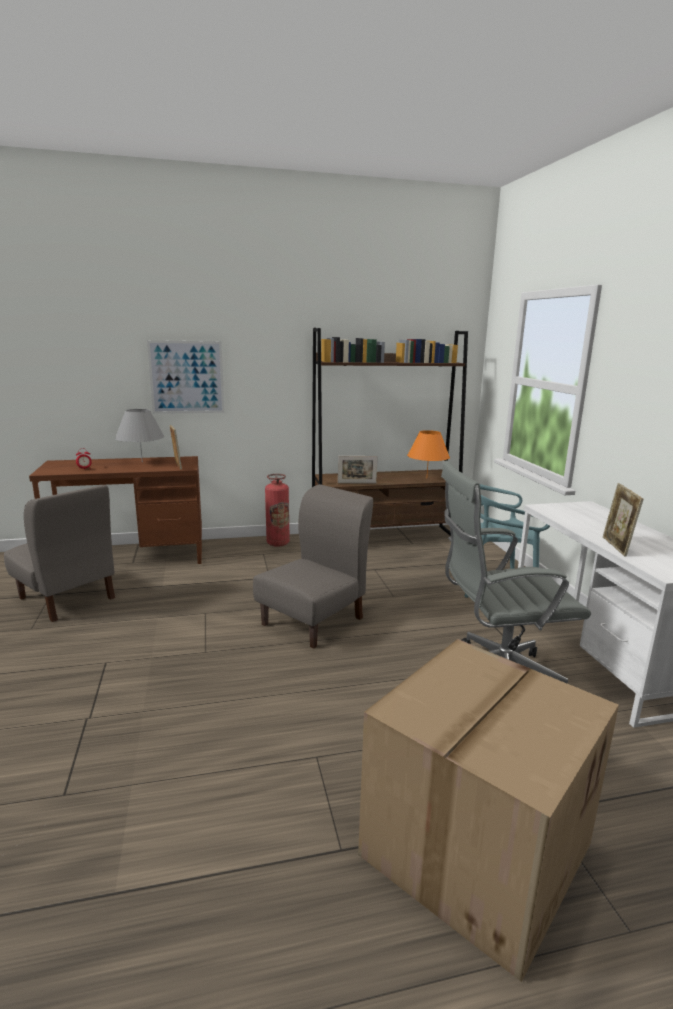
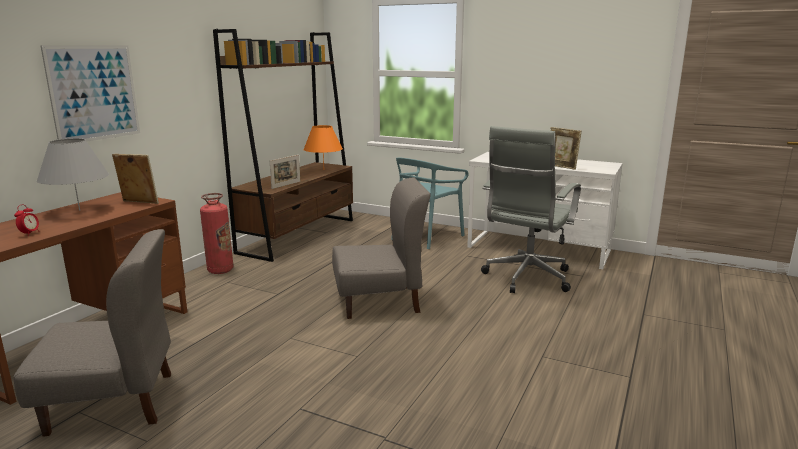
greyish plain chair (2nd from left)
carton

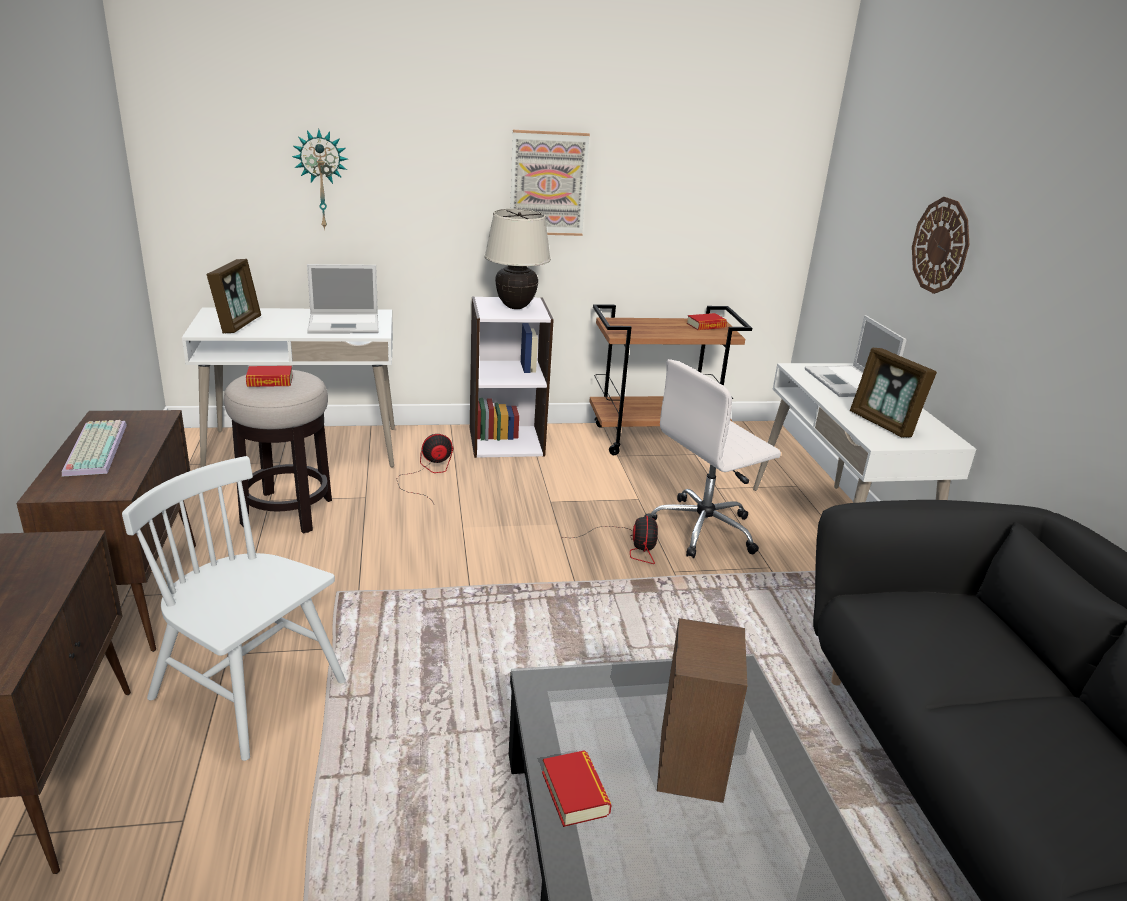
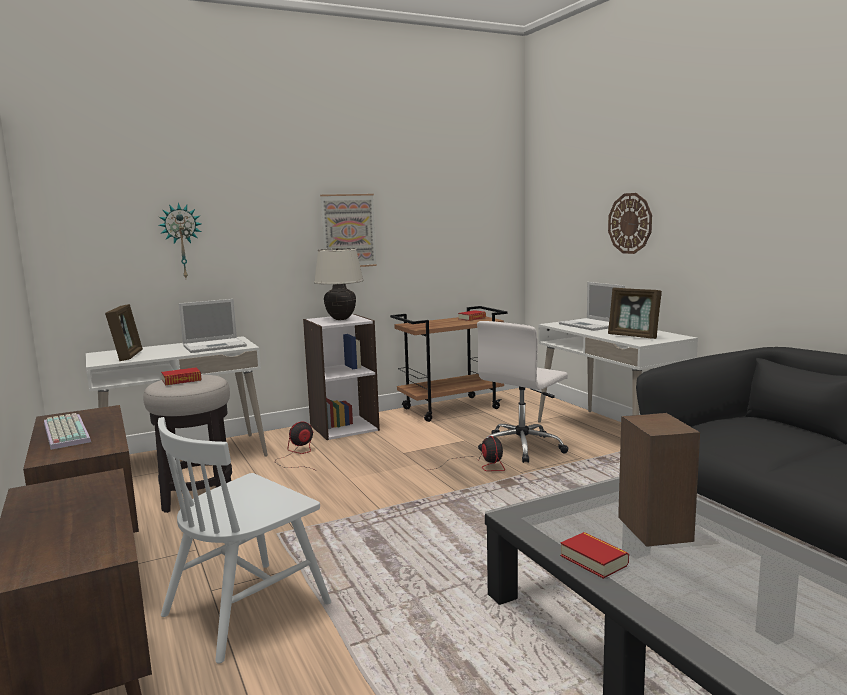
whitish plain chair

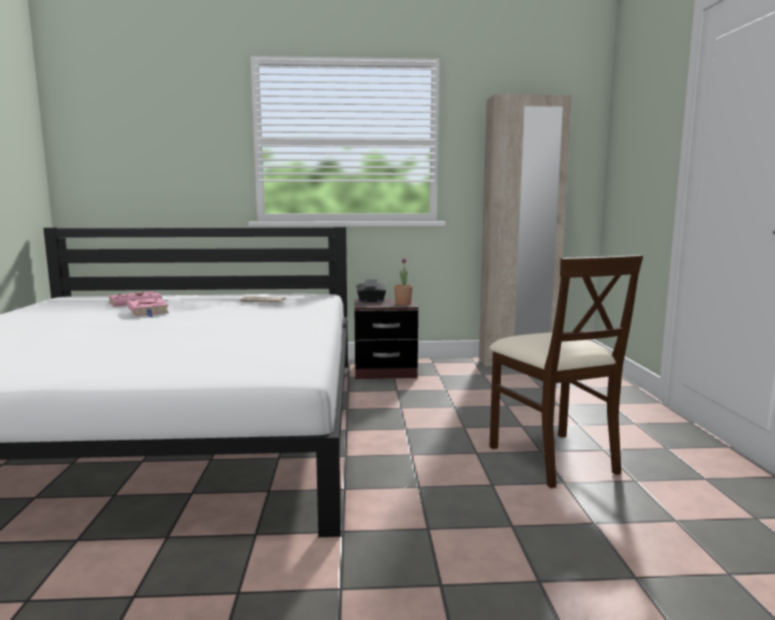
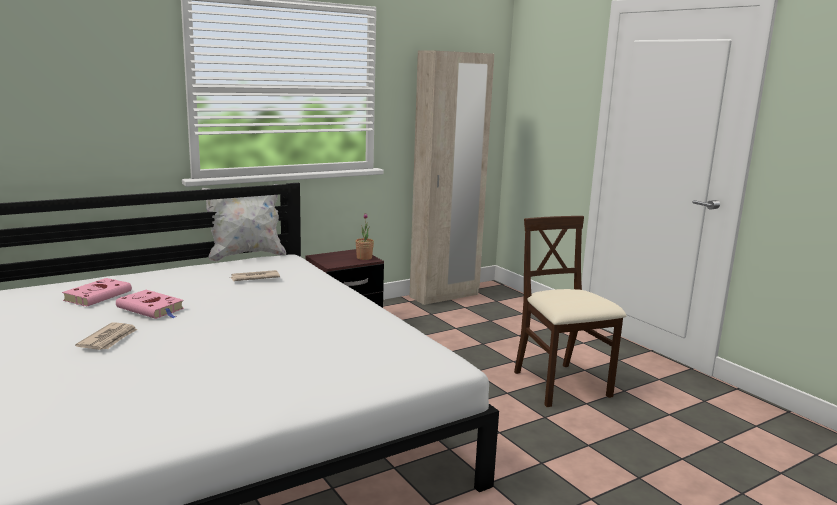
beige plain chair
black-coloured tissue holder
whitish pillow
printed paper (1st from left)

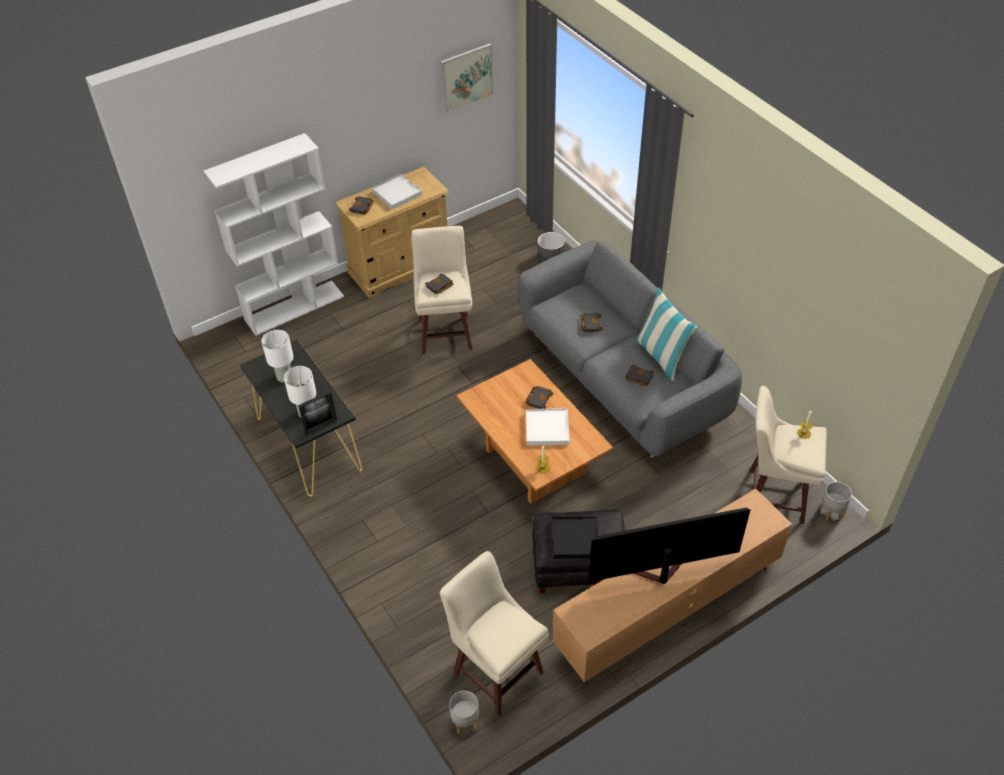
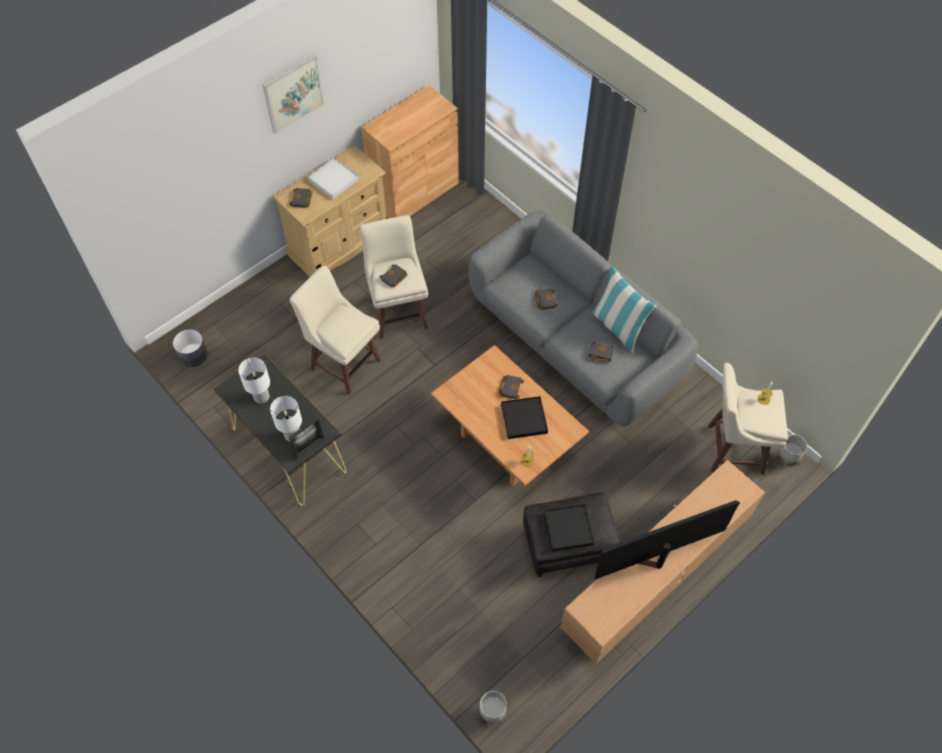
wall picture
whitish bookcase
greyish planter (1st from left)
black-coloured tray (1st from left)
beige stool seat (1st from left)
brownish cupboard

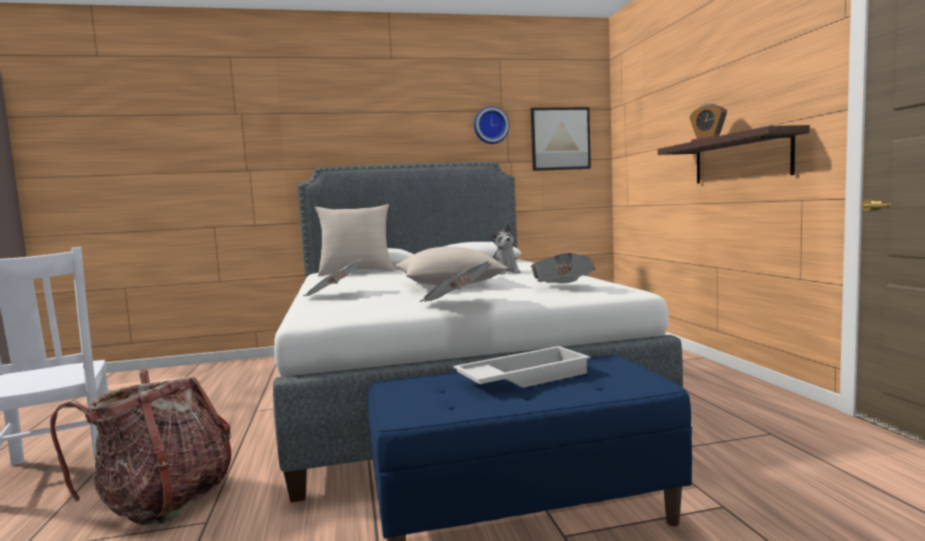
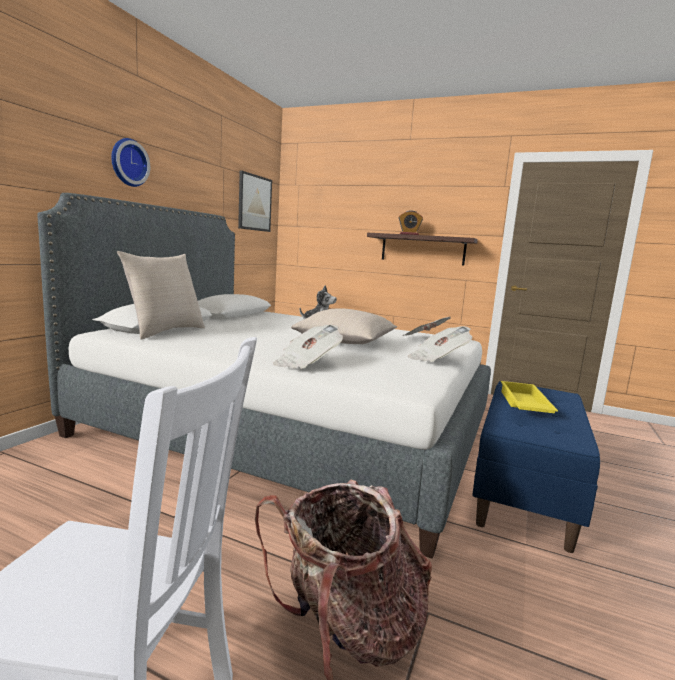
wall clock
yellowish tray

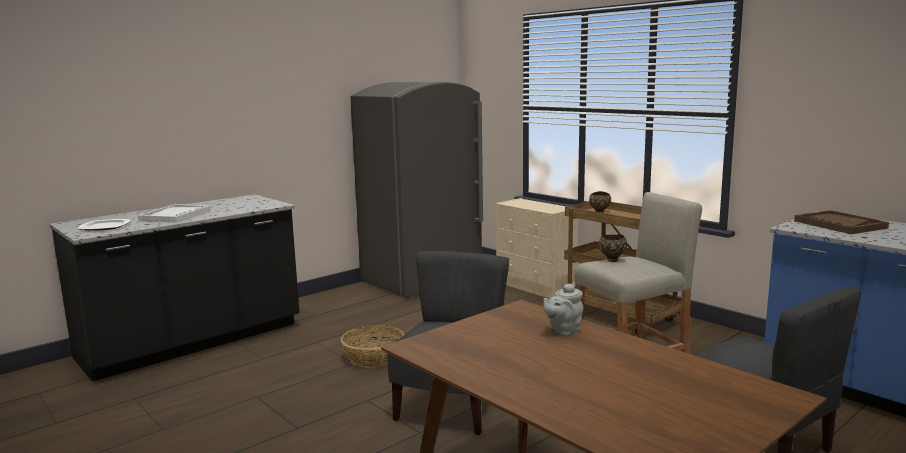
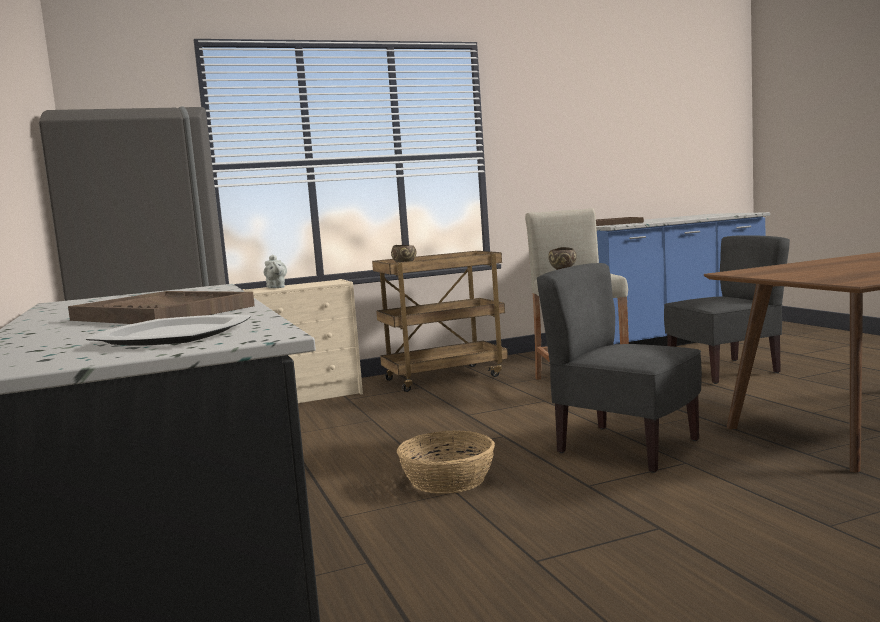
brownish tray (1st from left)
greyish teapot

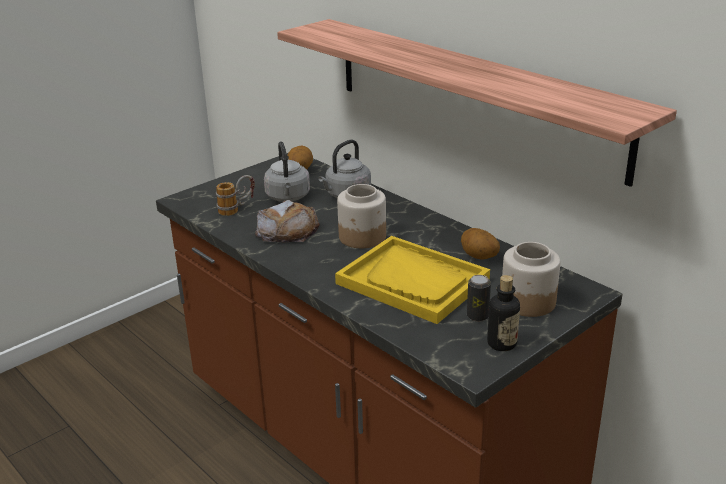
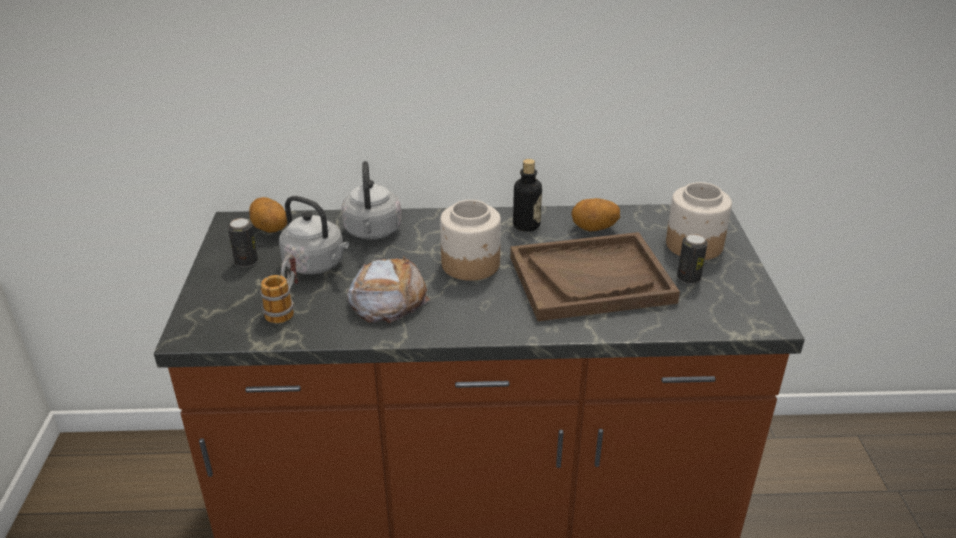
wall shelf
brownish tray
beverage bottle
metal can (1st from left)

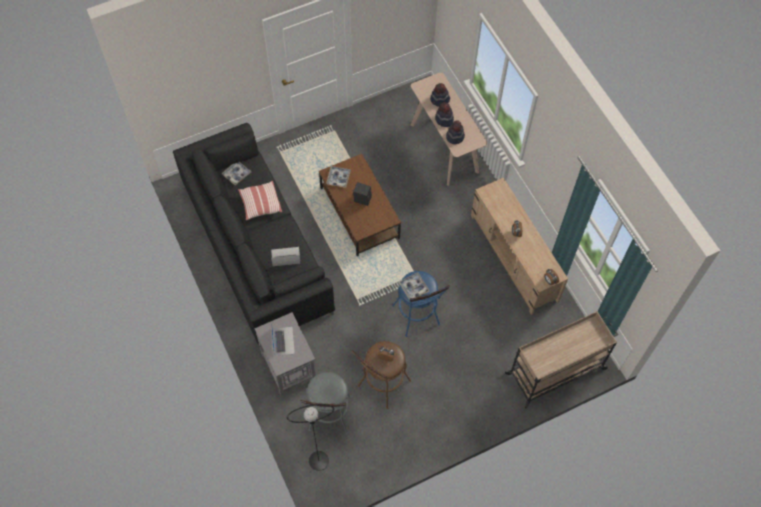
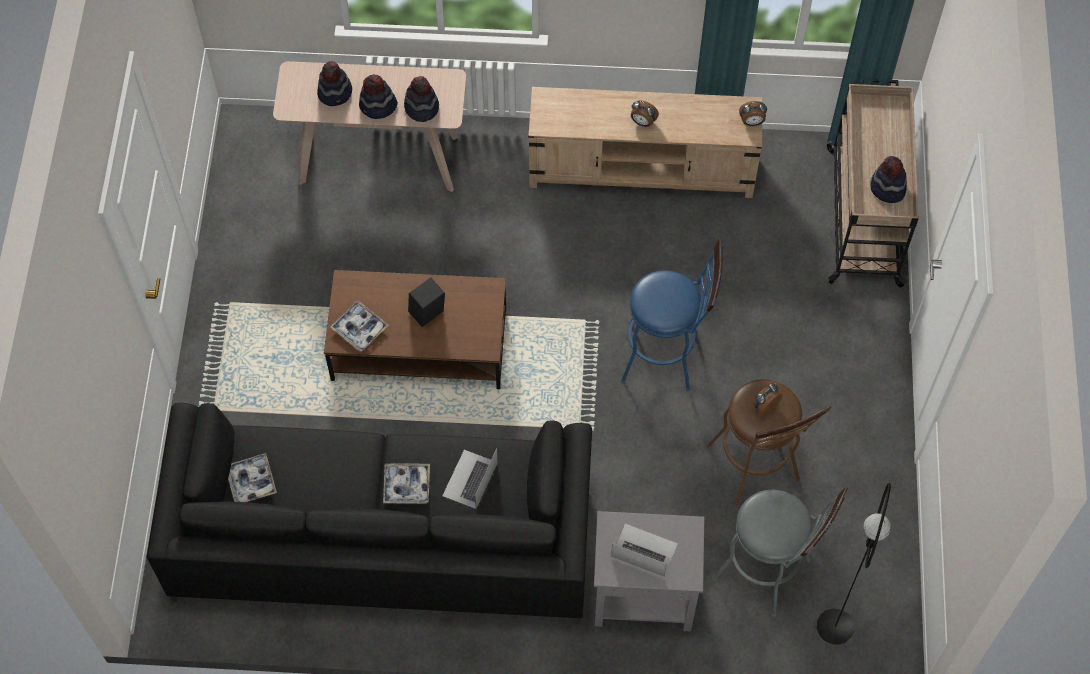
pillow
tray (3rd from left)
clothing hat (4th from left)

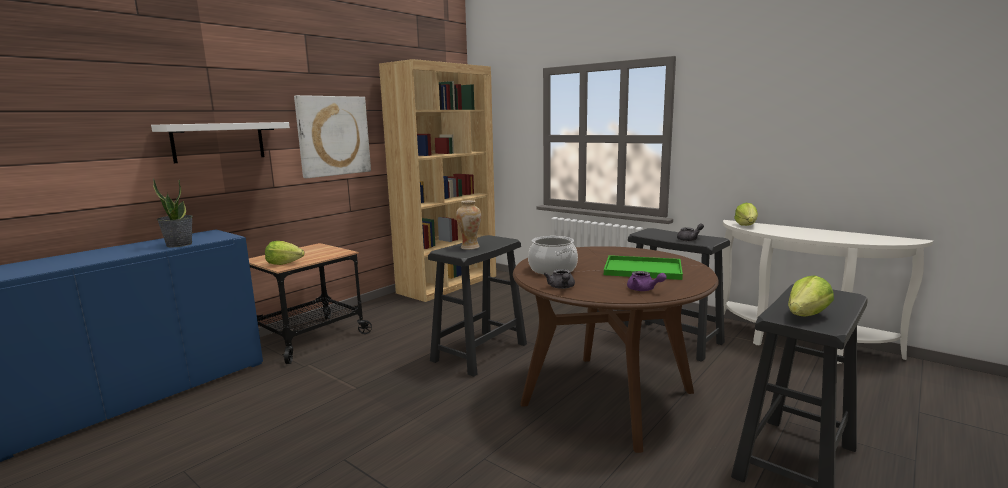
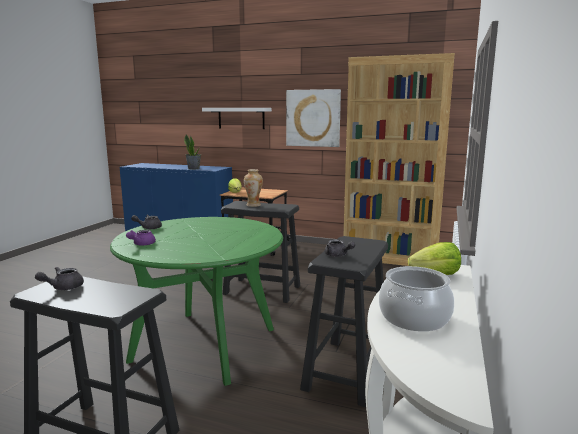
cooking pot
green dining table
green tray
greyish teapot (1st from left)

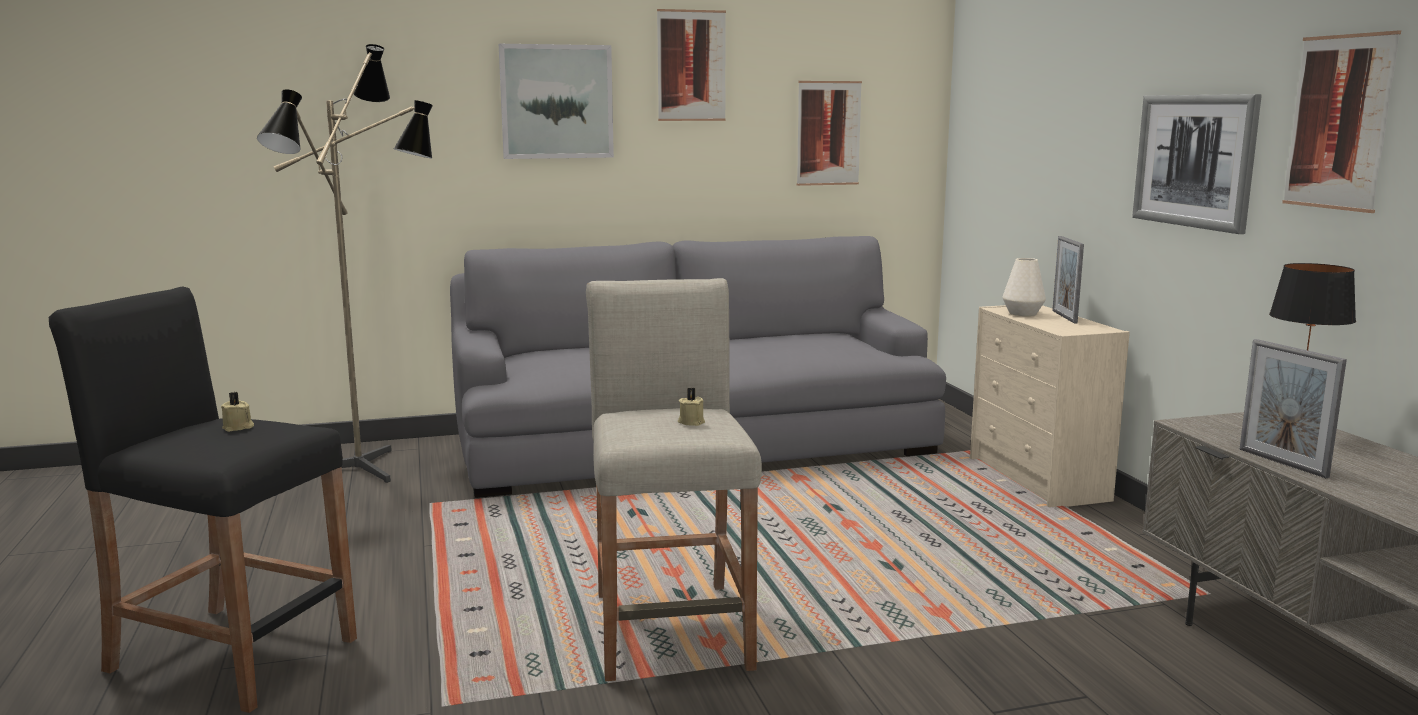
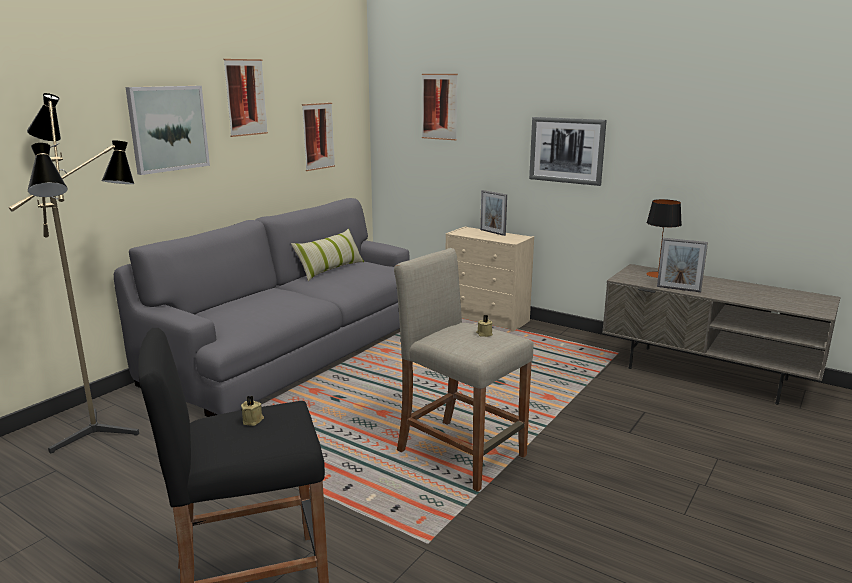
wall picture (4th from left)
whitish decorative vase
pillow

